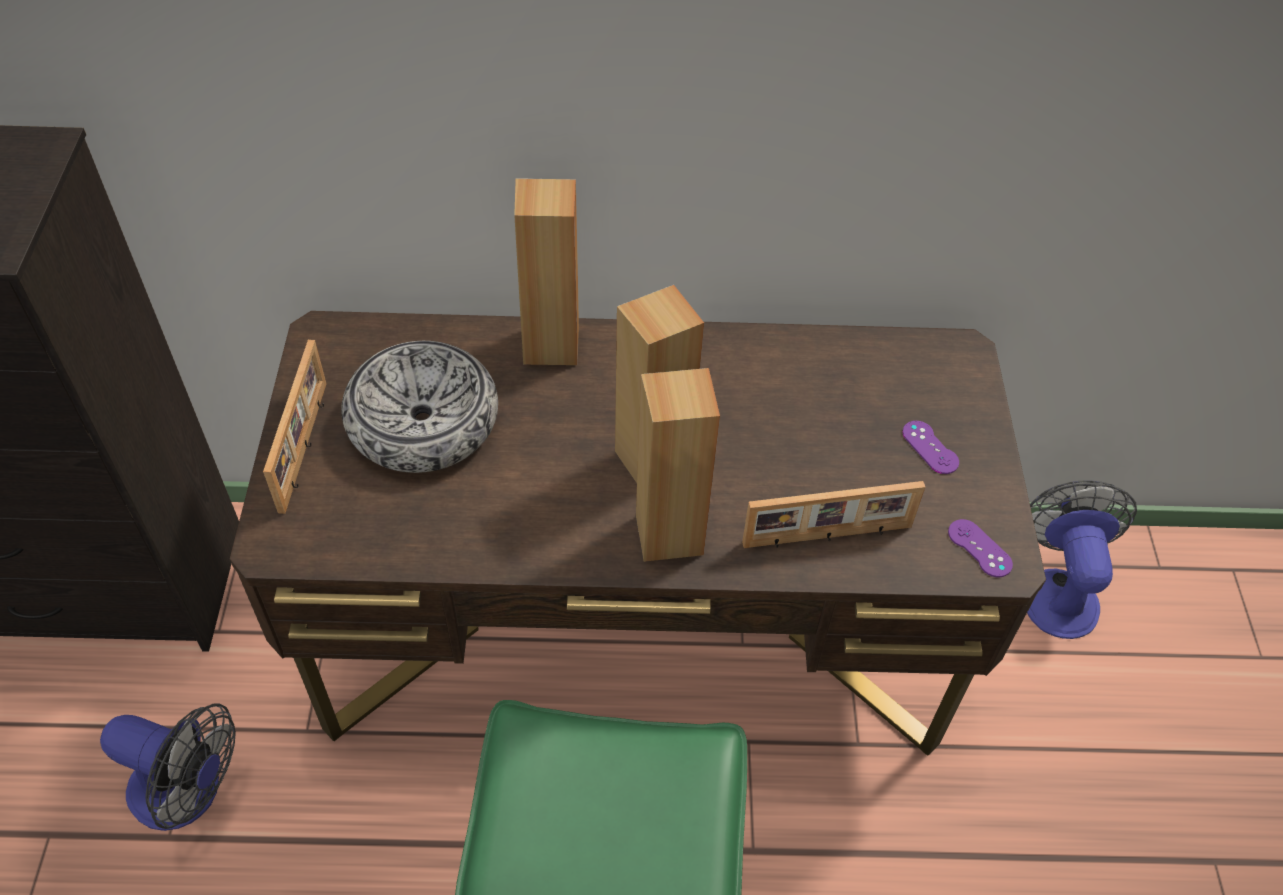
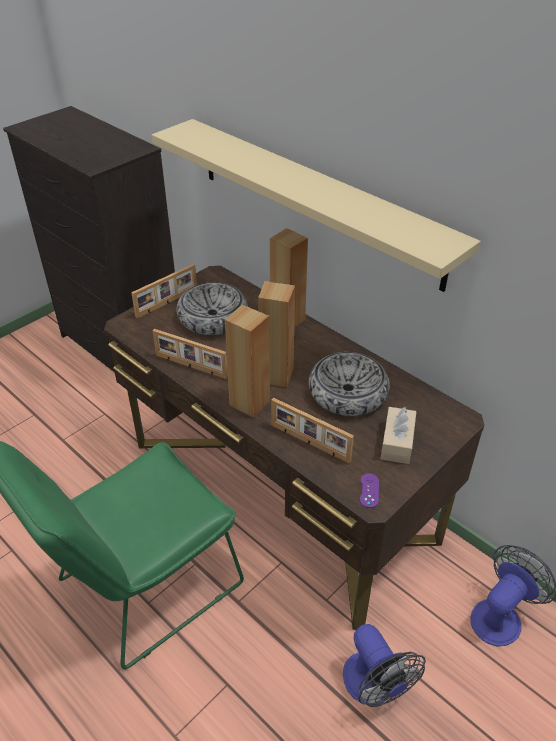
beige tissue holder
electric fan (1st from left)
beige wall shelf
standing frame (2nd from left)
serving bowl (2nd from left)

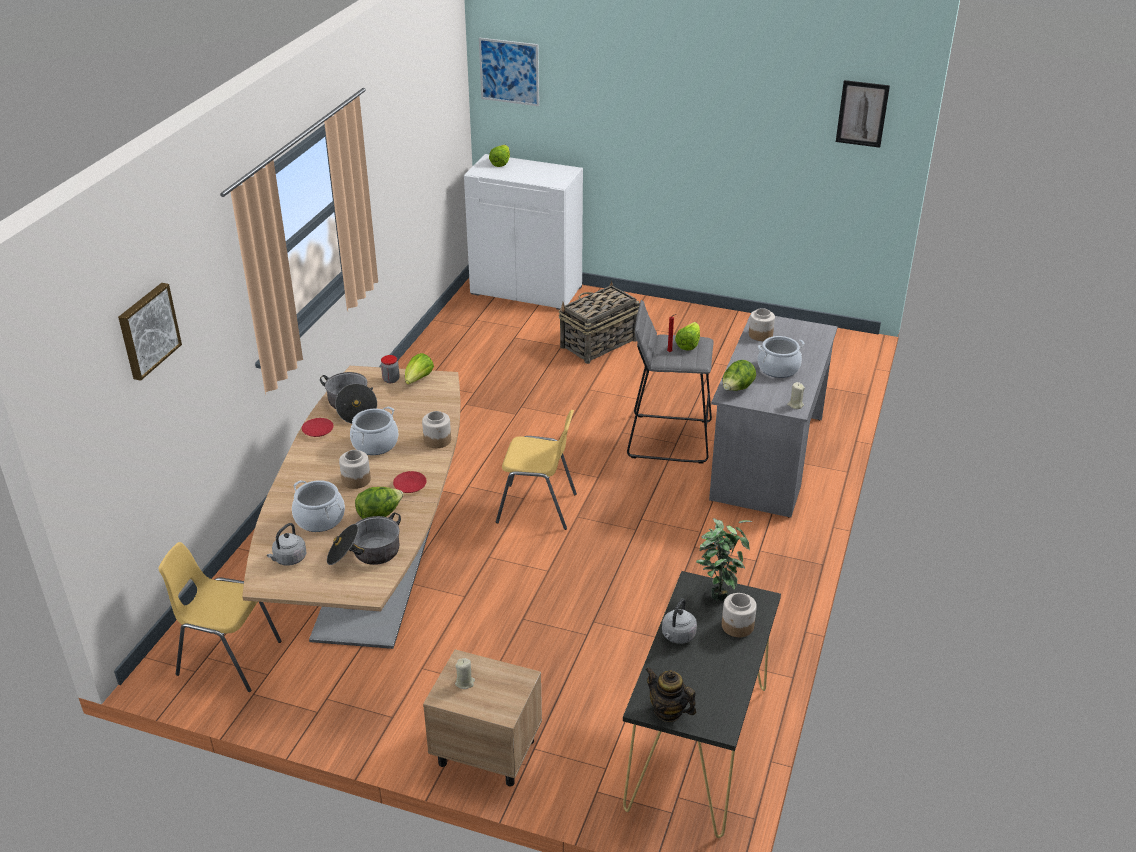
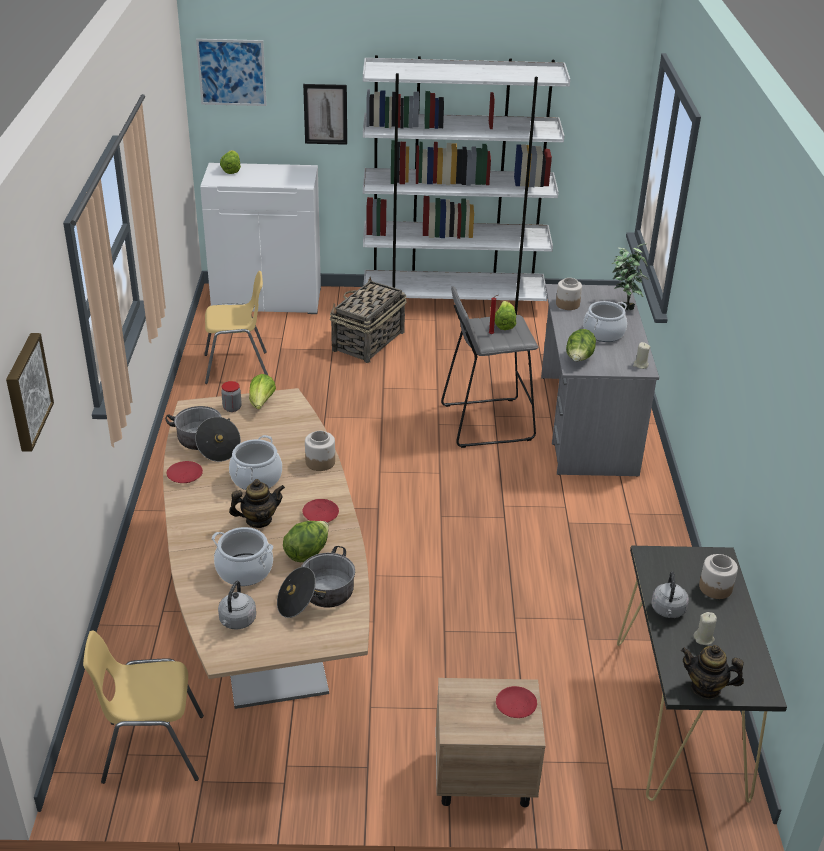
wall picture (3rd from left)
yellowish plain chair (2nd from left)
teapot (1st from left)
potted plant
beige wax light (2nd from left)
whitish bookcase
red dinner plate (3rd from left)

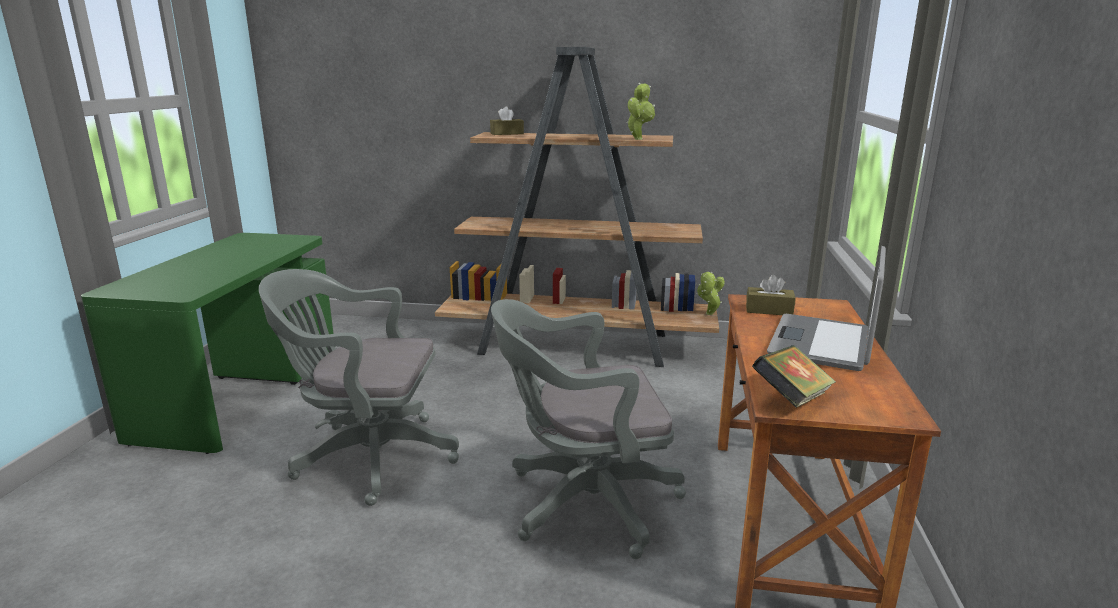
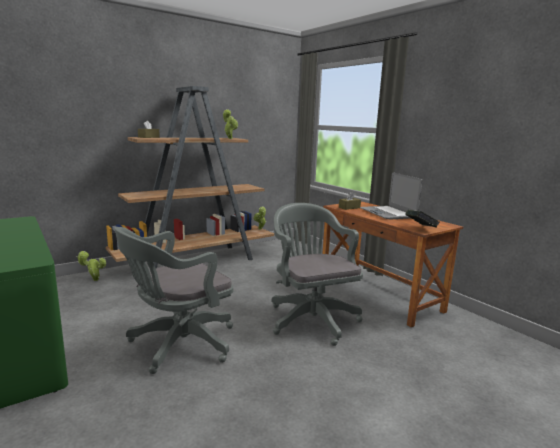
greyish computer chair (2nd from left)
potted plant (1st from left)

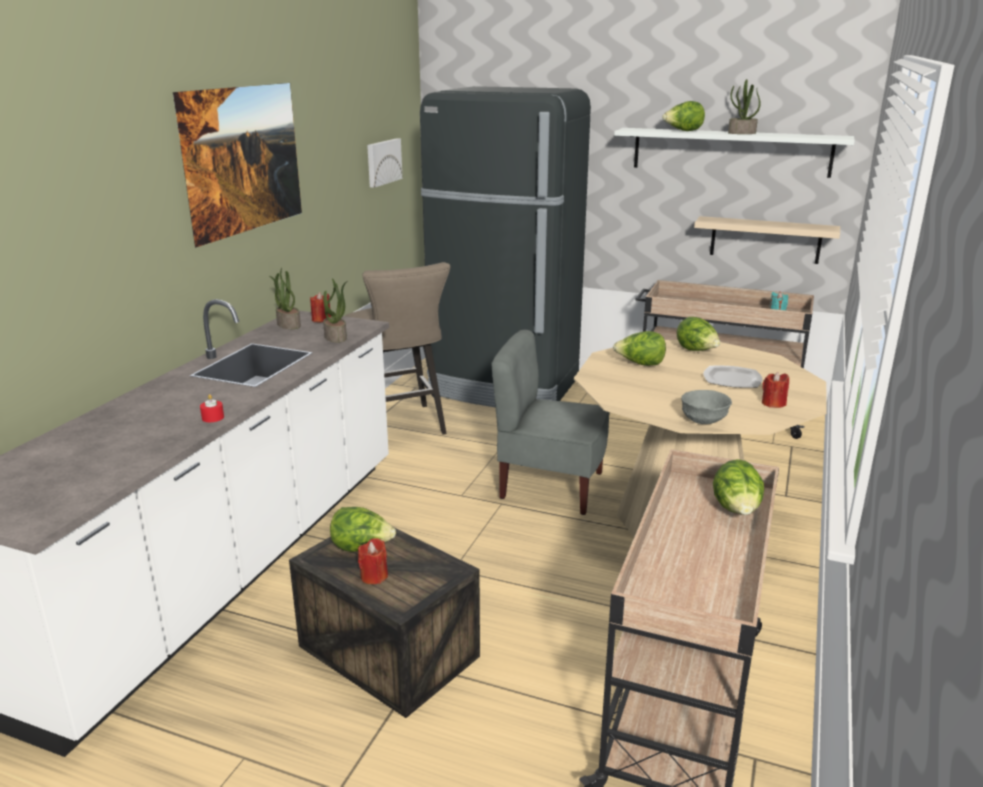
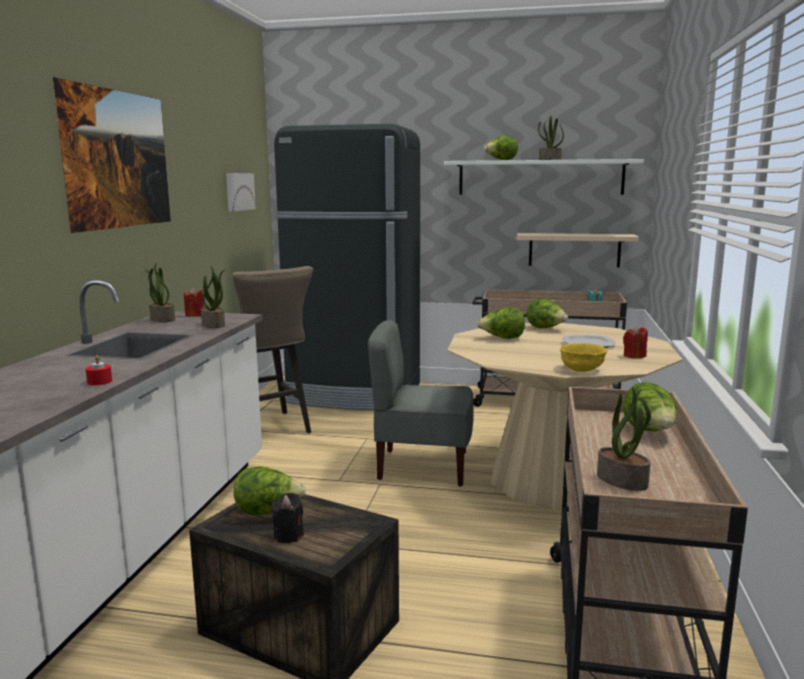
yellowish serving bowl
black-coloured wax light
potted plant (4th from left)

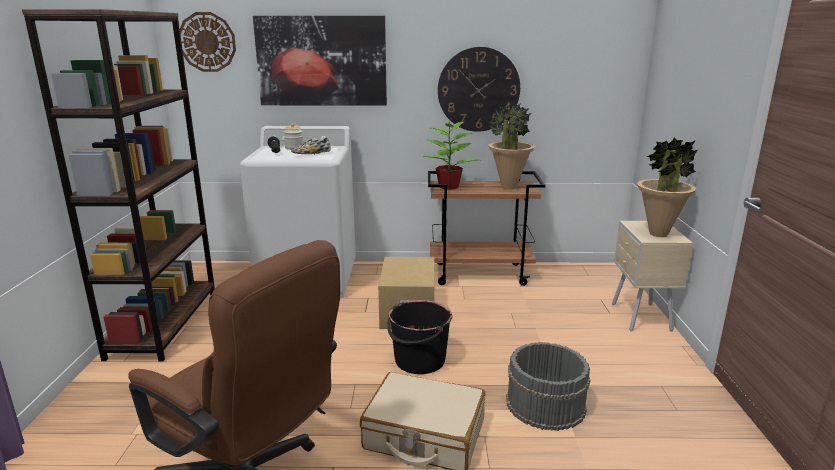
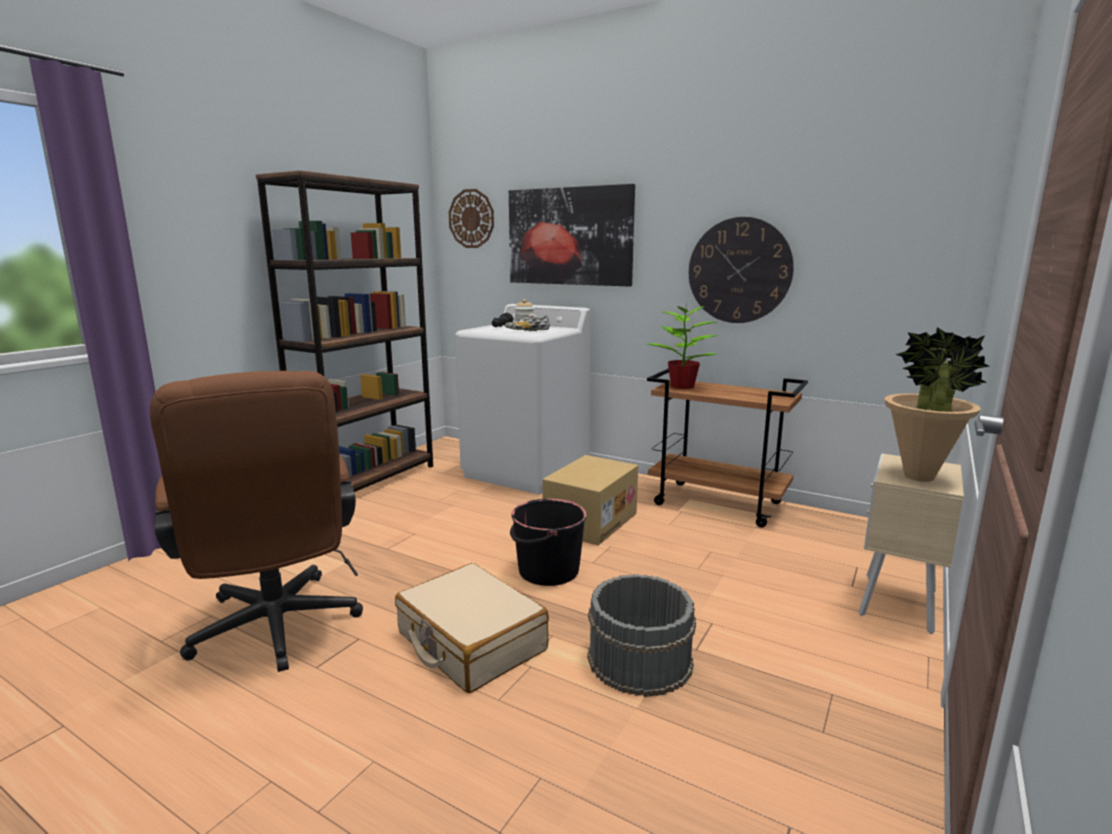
potted plant (2nd from left in the first image)

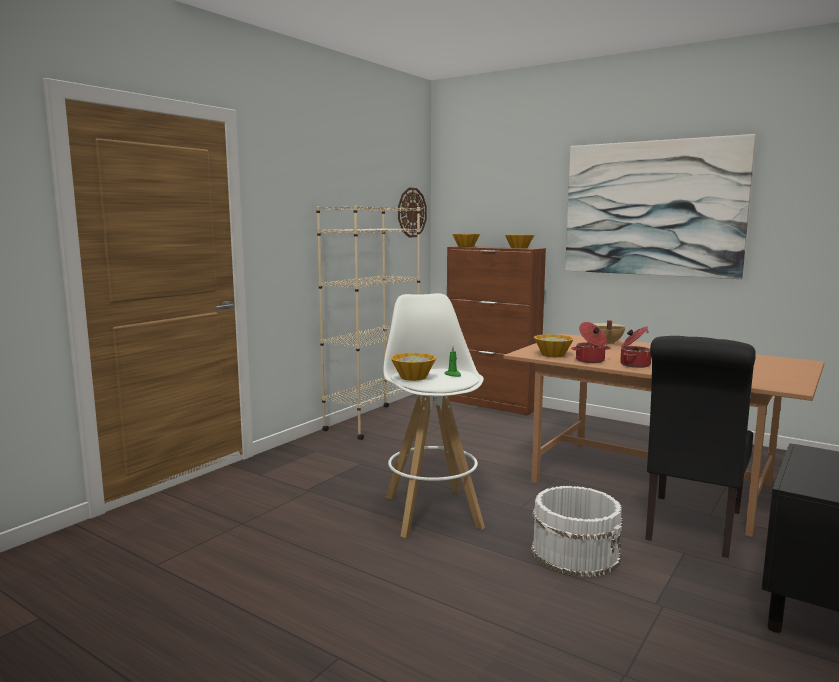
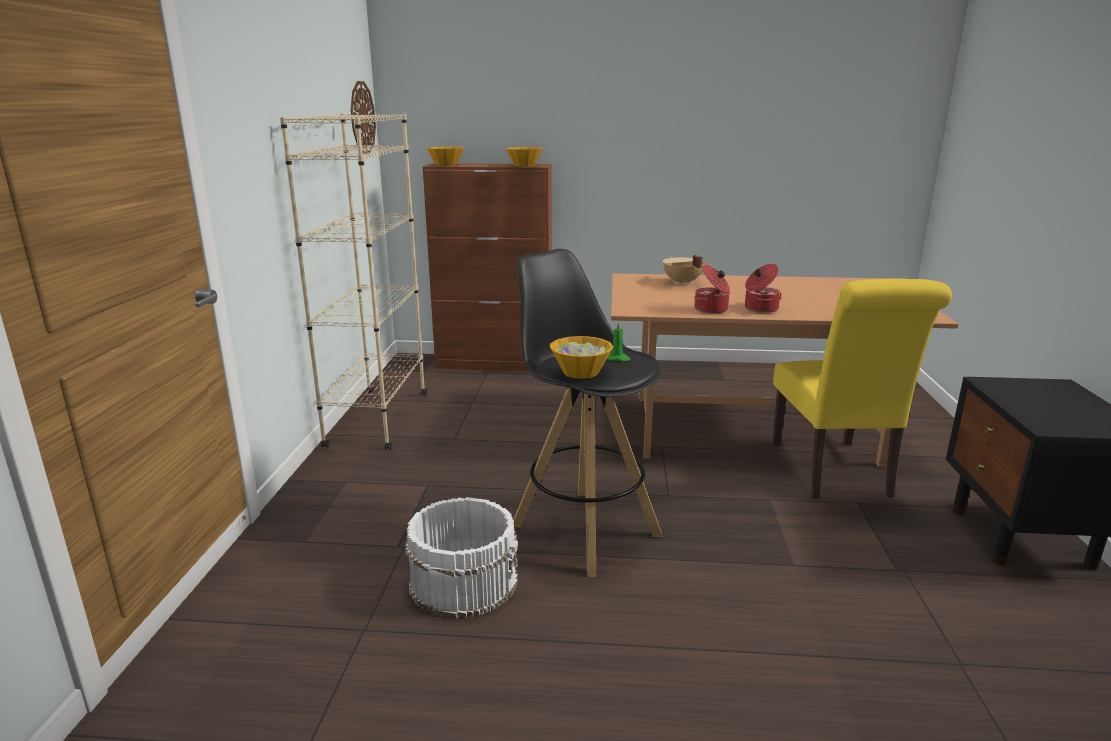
wall picture
black-coloured stool seat
serving bowl (4th from left in the first image)
yellowish plain chair
whitish pail

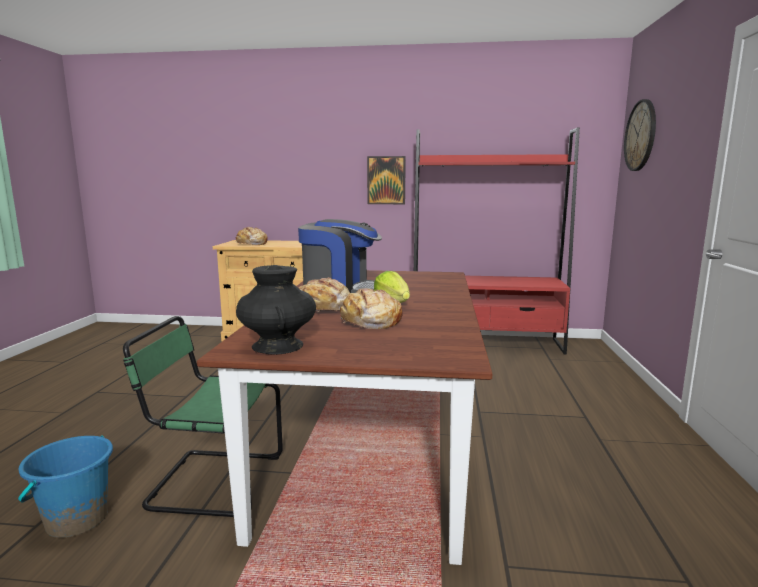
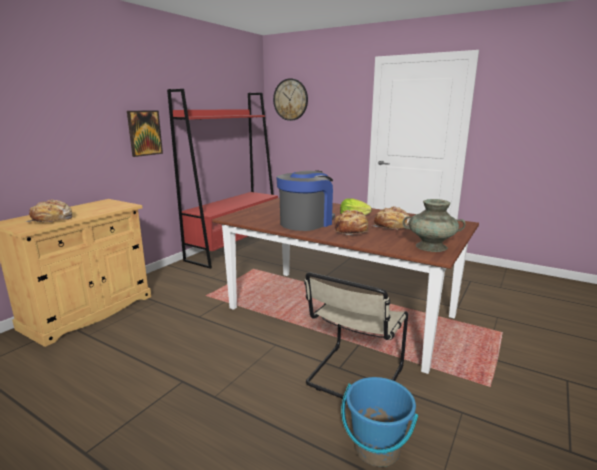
blue-green decorative vase
beige plain chair

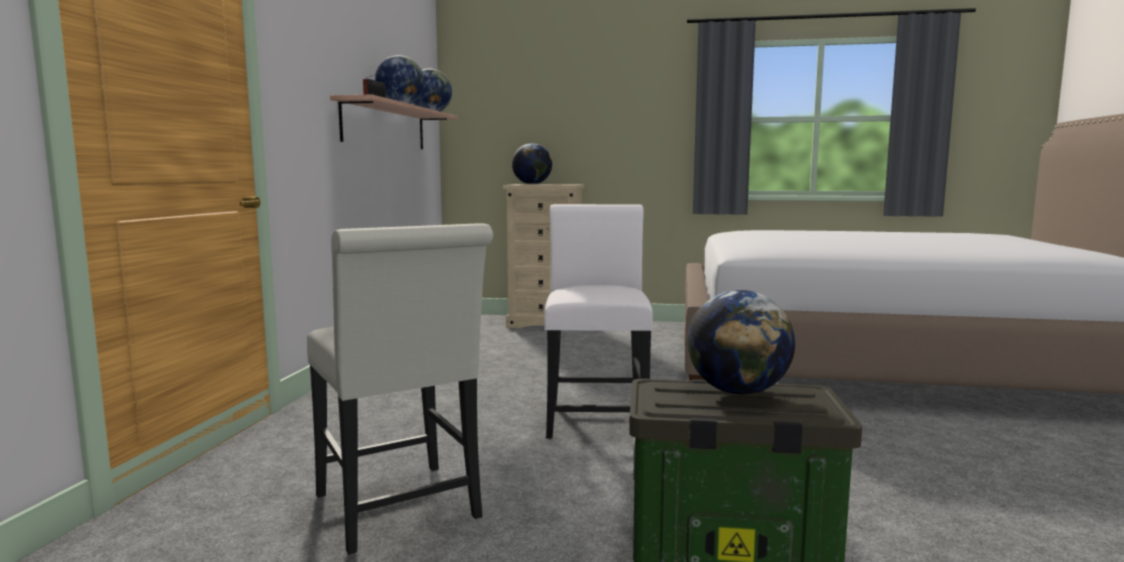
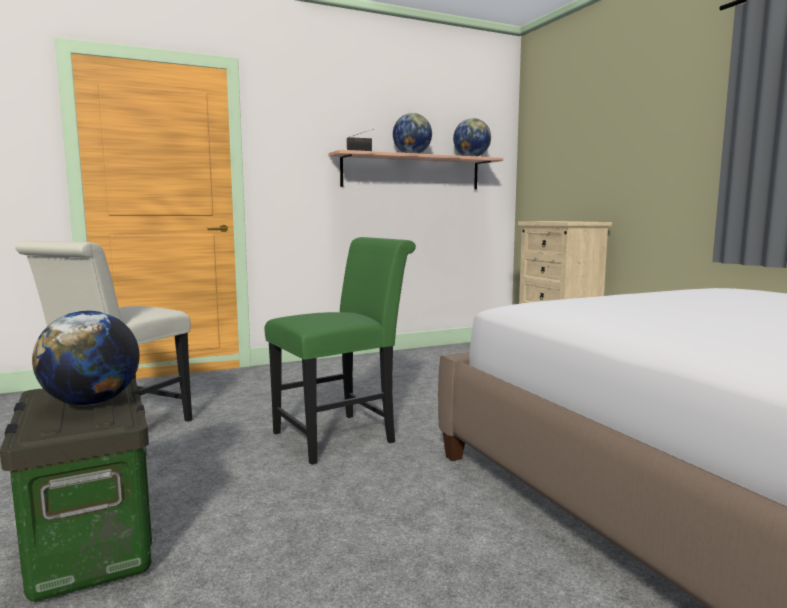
globe (3rd from left in the first image)
green plain chair

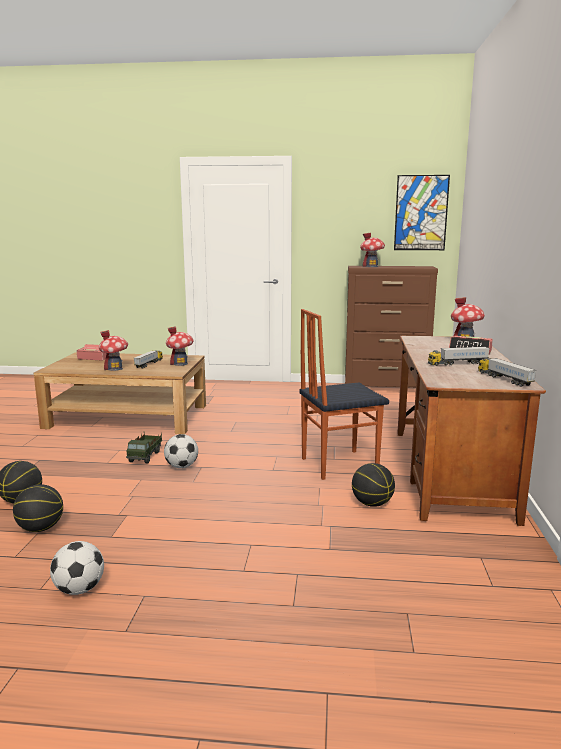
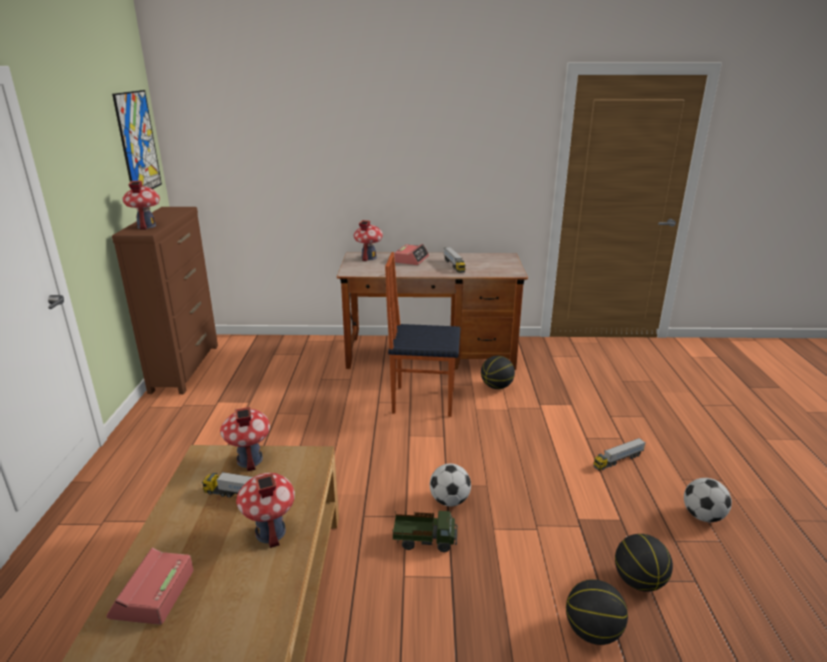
plain chair
model truck (4th from left)

